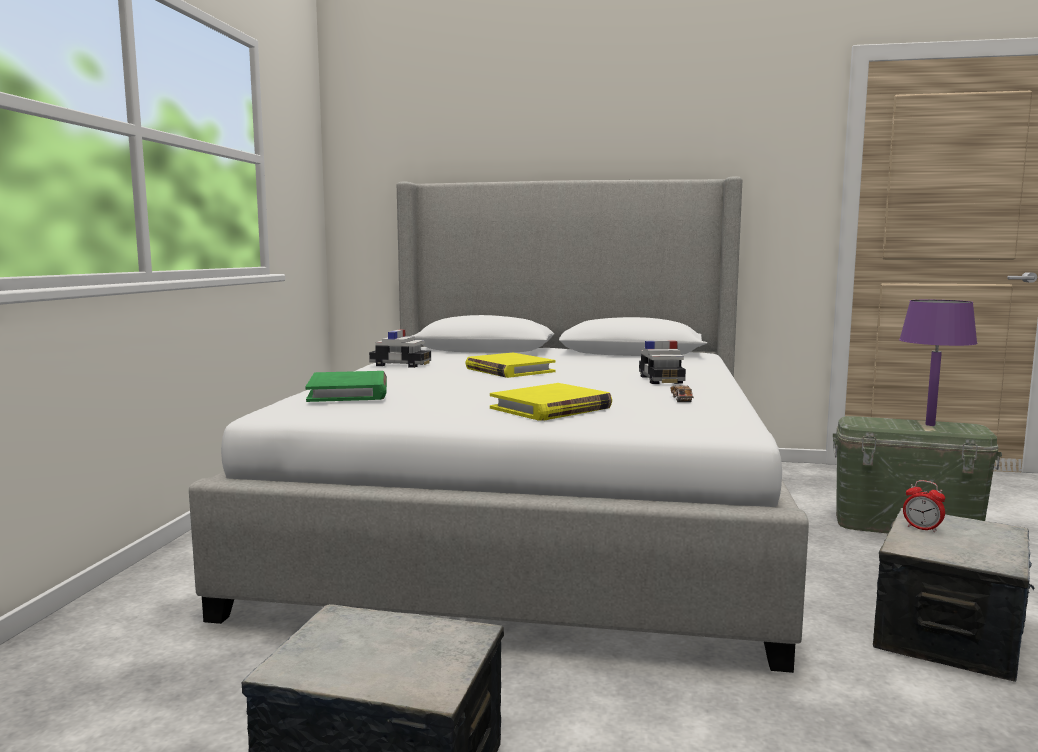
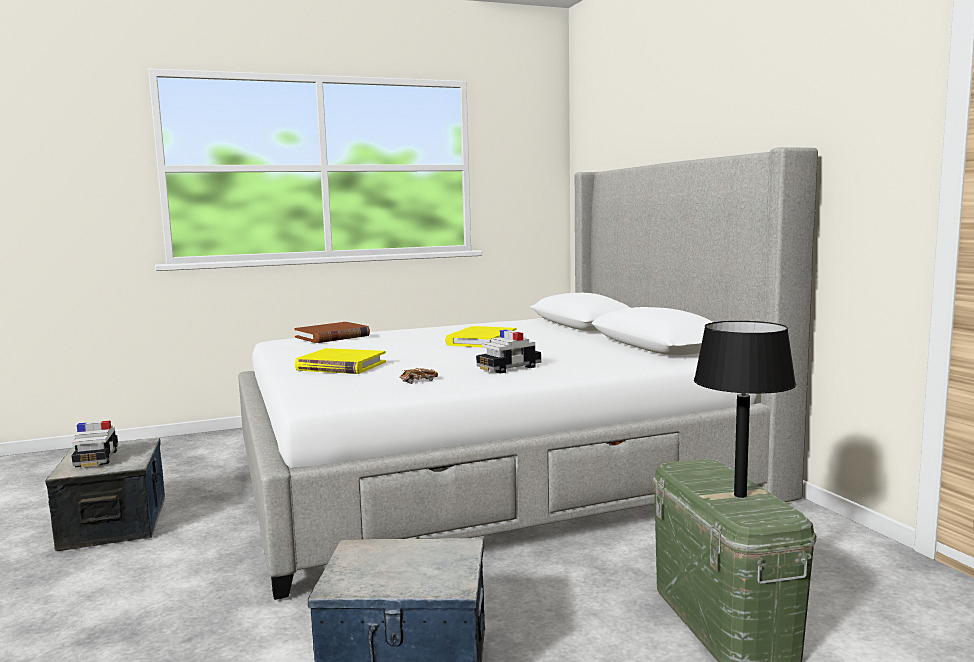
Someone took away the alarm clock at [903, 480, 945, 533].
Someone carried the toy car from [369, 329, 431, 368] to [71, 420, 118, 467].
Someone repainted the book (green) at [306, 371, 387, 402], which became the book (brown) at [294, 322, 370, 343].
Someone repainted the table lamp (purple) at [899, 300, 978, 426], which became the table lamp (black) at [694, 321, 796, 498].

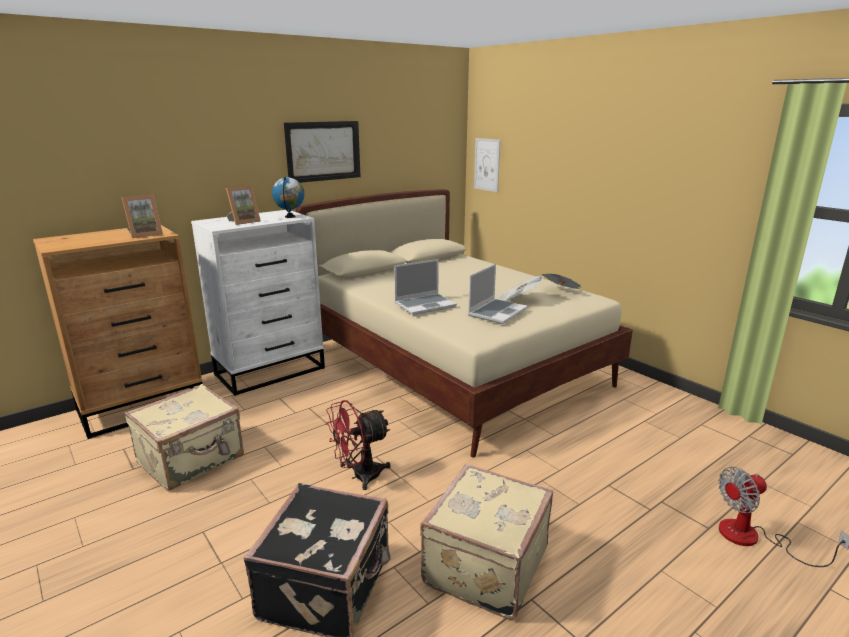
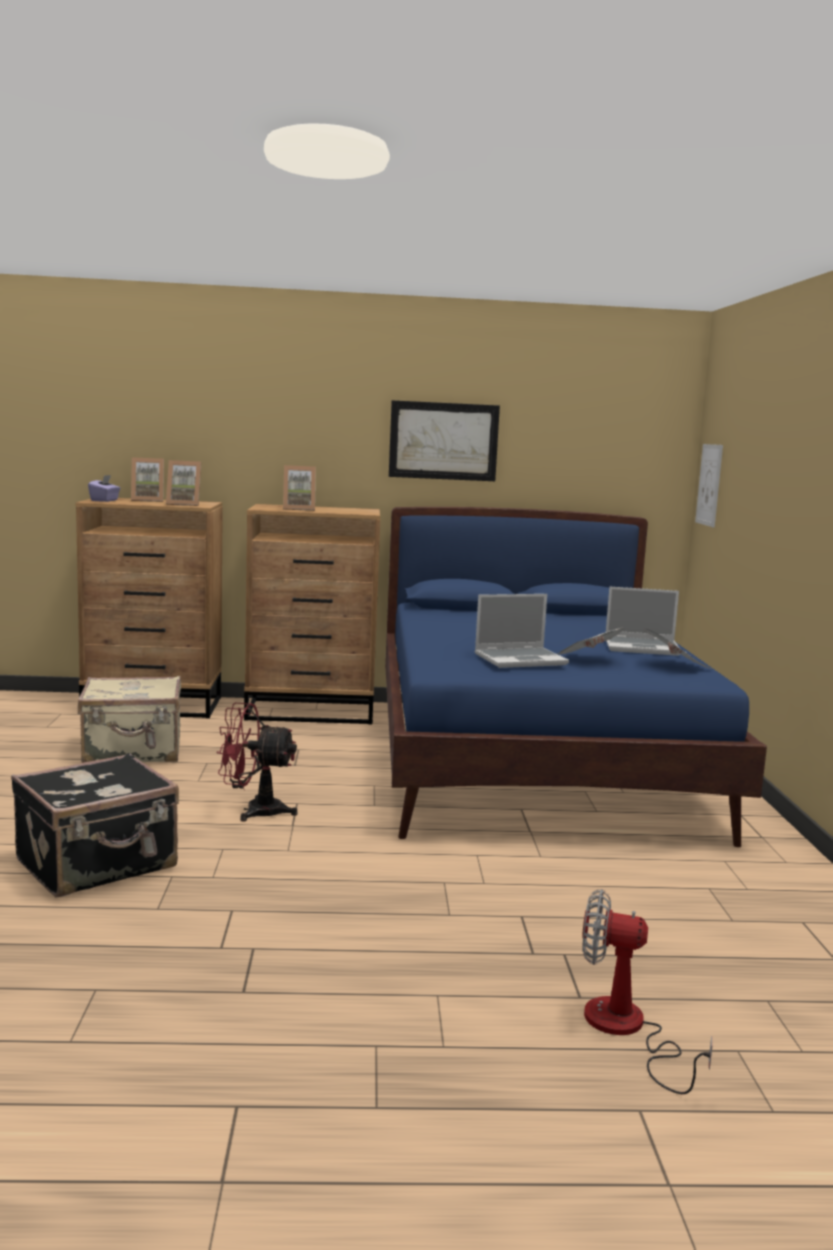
Someone took away the globe at [272, 177, 304, 218].
Someone took away the suitcase (beige) at [420, 464, 553, 620].
Someone put down the tissue box (purple) at [88, 475, 121, 502].
Someone put down the picture frame at [131, 457, 164, 502].
Someone carried the laptop from [394, 259, 457, 315] to [606, 587, 681, 656].
Someone repainted the dresser (white) at [191, 210, 325, 396], which became the dresser (brown) at [244, 504, 380, 724].
Someone repainted the bed (beige) at [296, 189, 633, 457], which became the bed (blue) at [385, 507, 767, 847].

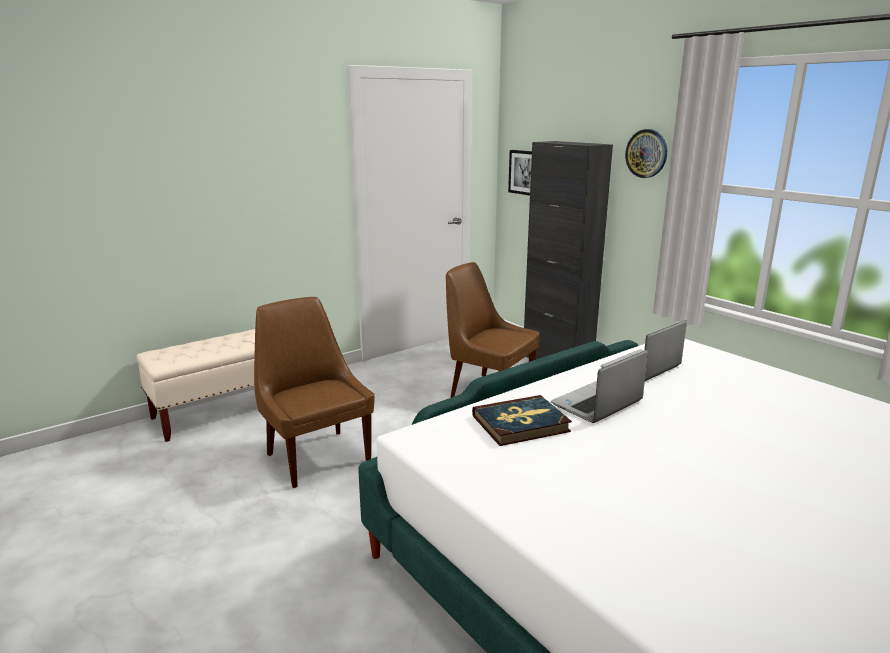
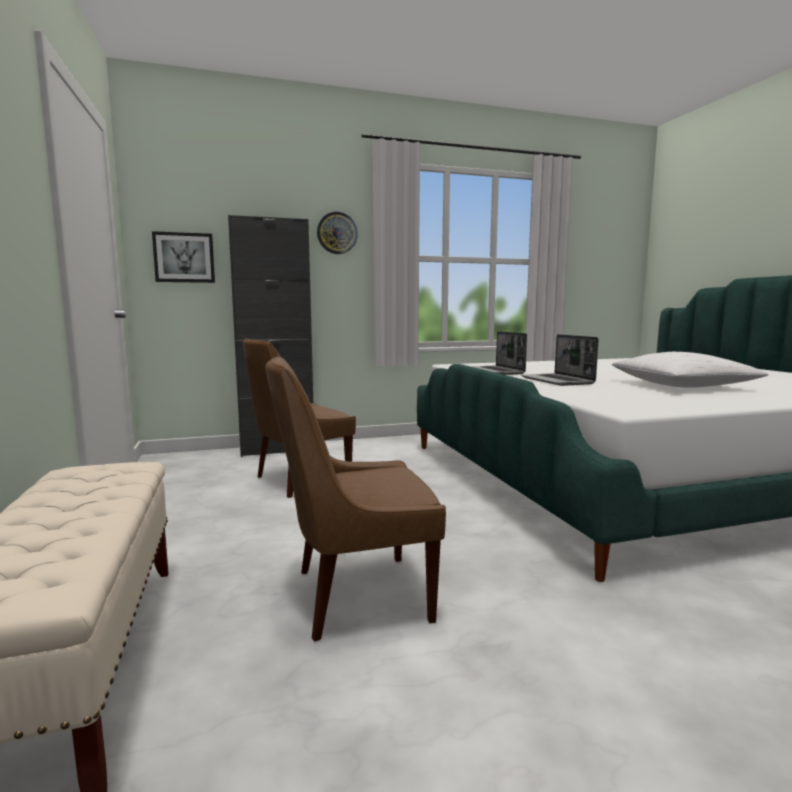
Someone took away the book at [472, 395, 572, 446].
Someone put down the pillow (white) at [612, 352, 769, 388].

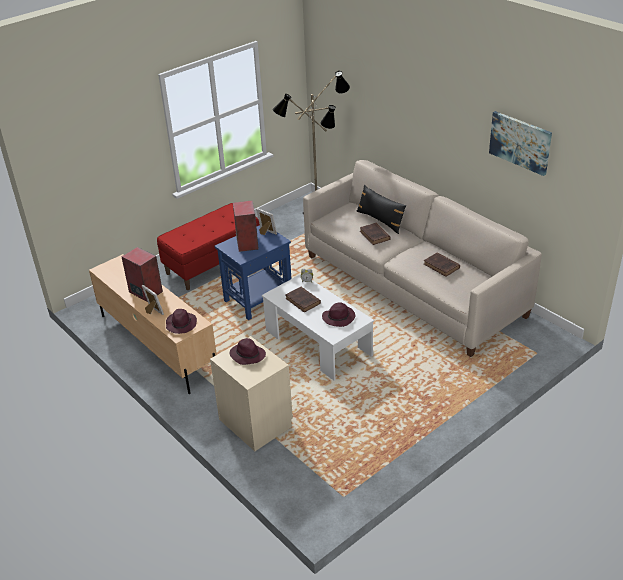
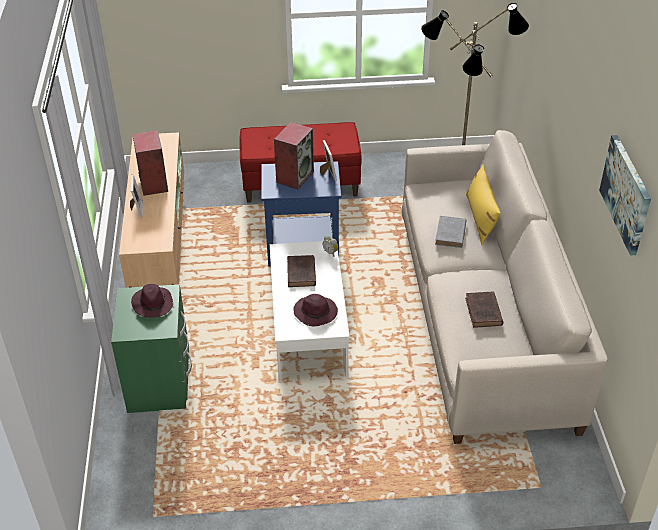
Someone took away the hat (purple) at [166, 309, 197, 334].
Someone repainted the nightstand (beige) at [210, 336, 293, 451], which became the nightstand (green) at [111, 284, 192, 413].
Someone repainted the pillow (black) at [356, 185, 406, 234], which became the pillow (yellow) at [466, 164, 501, 245].
Someone repainted the book (brown) at [360, 223, 391, 245], which became the book (grey) at [435, 216, 466, 248].

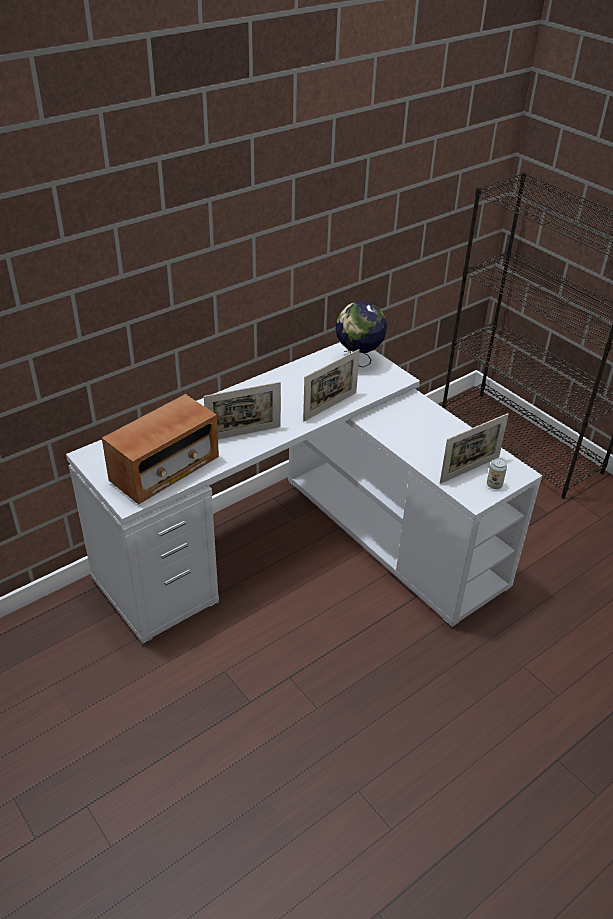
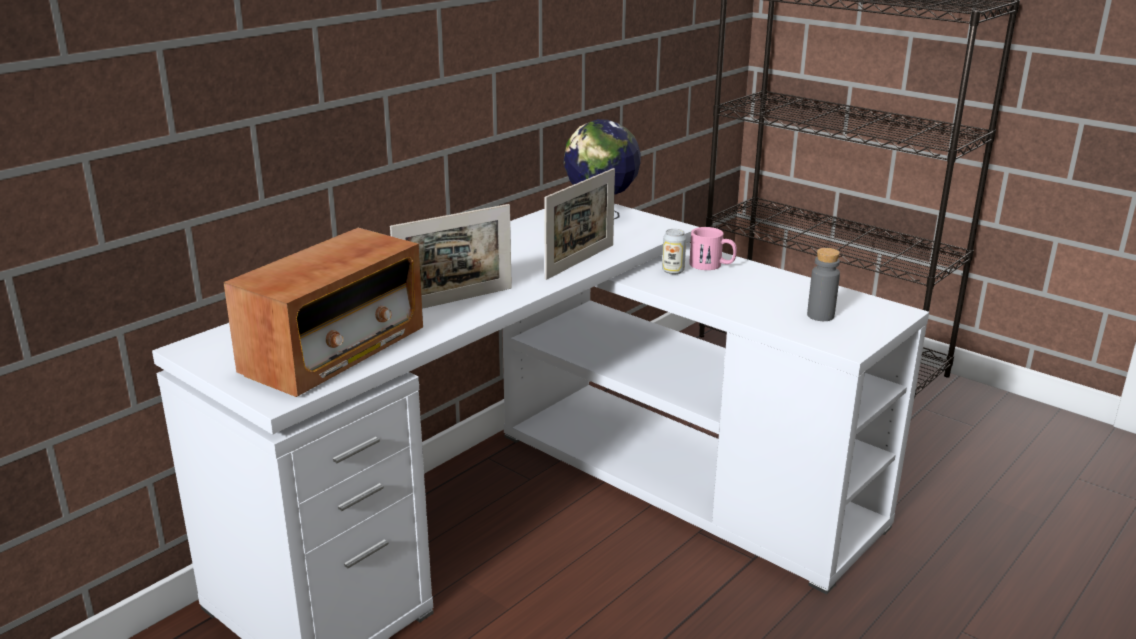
Someone put down the mug (pink) at [689, 227, 737, 270].
Someone carried the can from [487, 458, 507, 489] to [662, 229, 686, 274].
Someone swapped the picture frame at [440, 413, 509, 484] for the bottle (grey) at [807, 248, 840, 321].

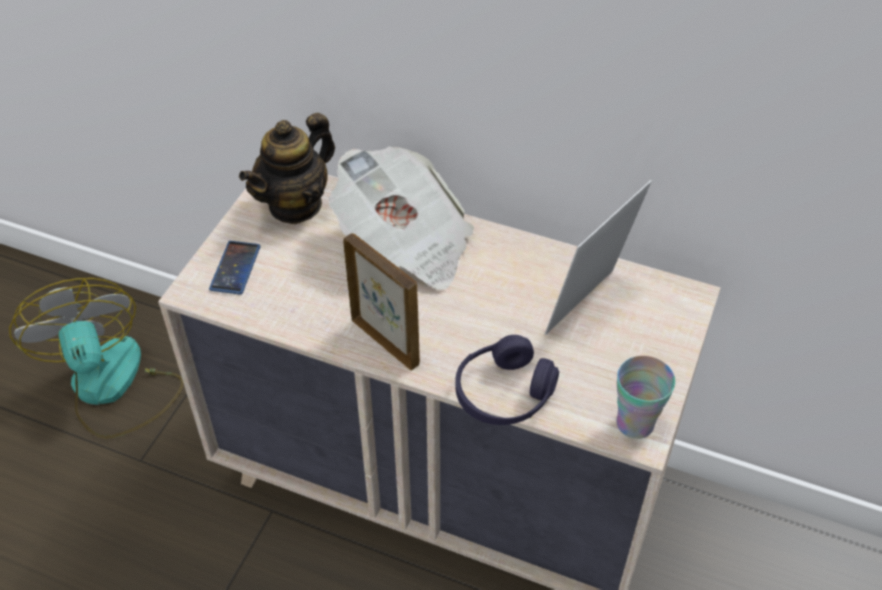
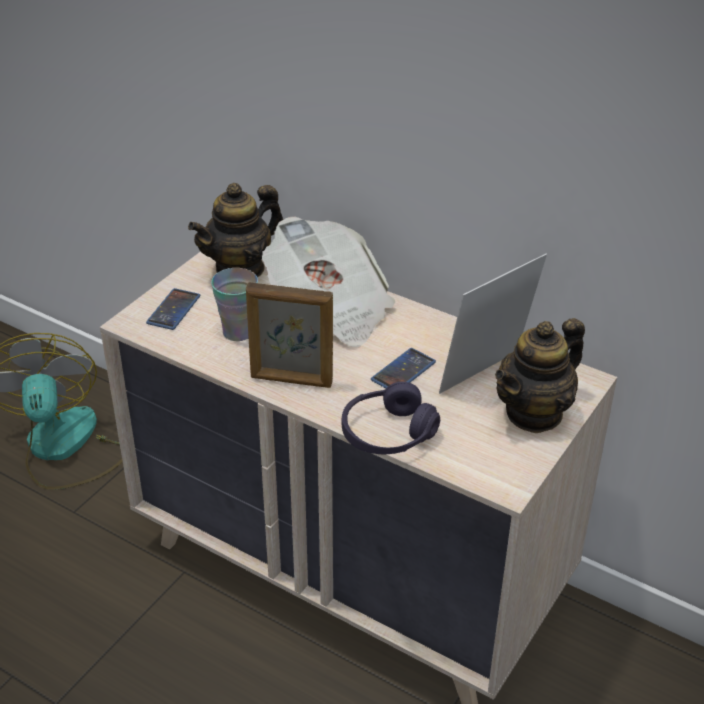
Someone put down the phone at [371, 348, 436, 388].
Someone put down the teapot at [495, 318, 585, 433].
Someone carried the cup from [617, 355, 675, 439] to [211, 268, 258, 341].
Someone rotated the picture frame at [343, 233, 420, 371] by 135 degrees clockwise.

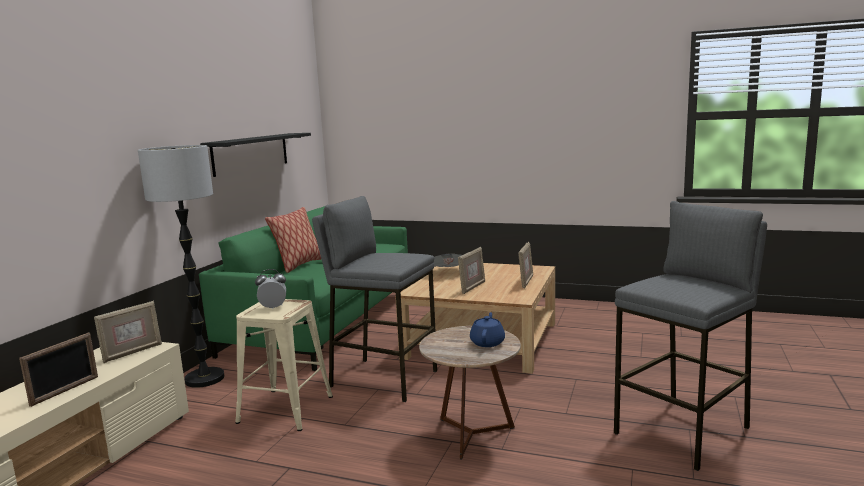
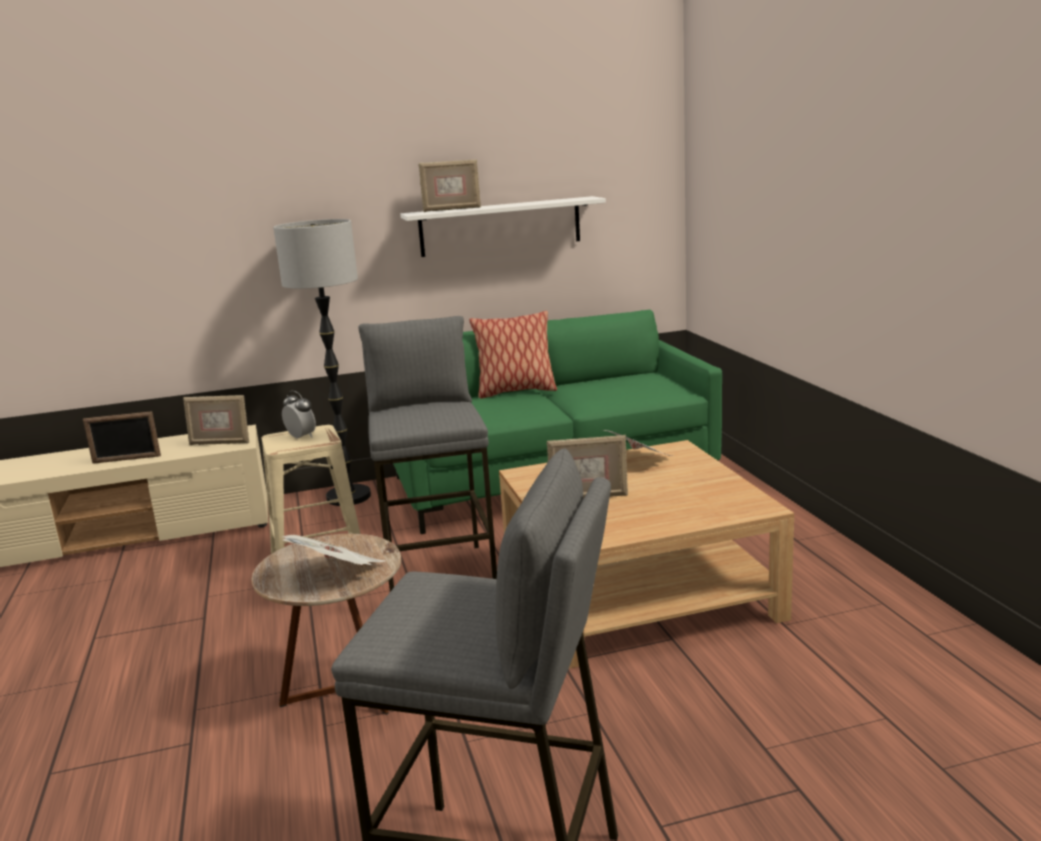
Someone carried the picture frame from [518, 242, 533, 289] to [418, 159, 481, 212].
Someone swapped the teapot (blue) at [470, 312, 505, 347] for the newspaper at [282, 535, 385, 565].
Someone repainted the shelf (black) at [200, 133, 311, 177], which became the shelf (white) at [400, 196, 606, 257].

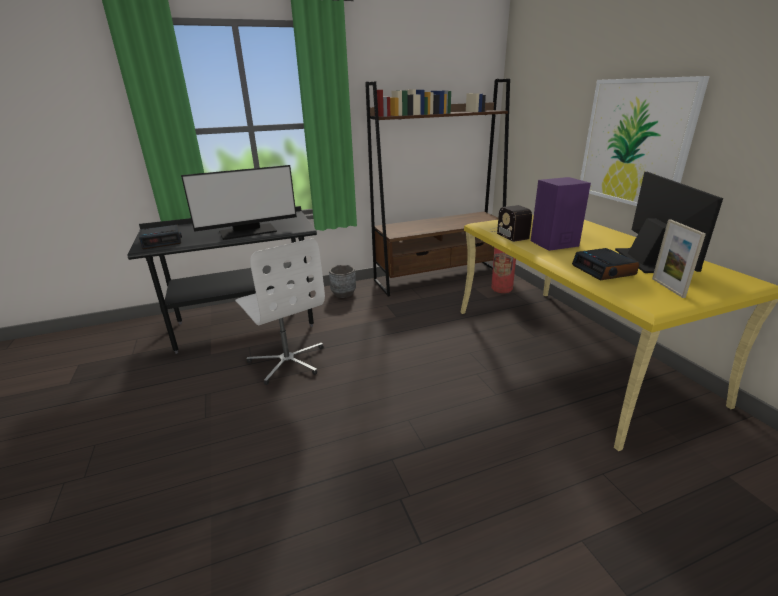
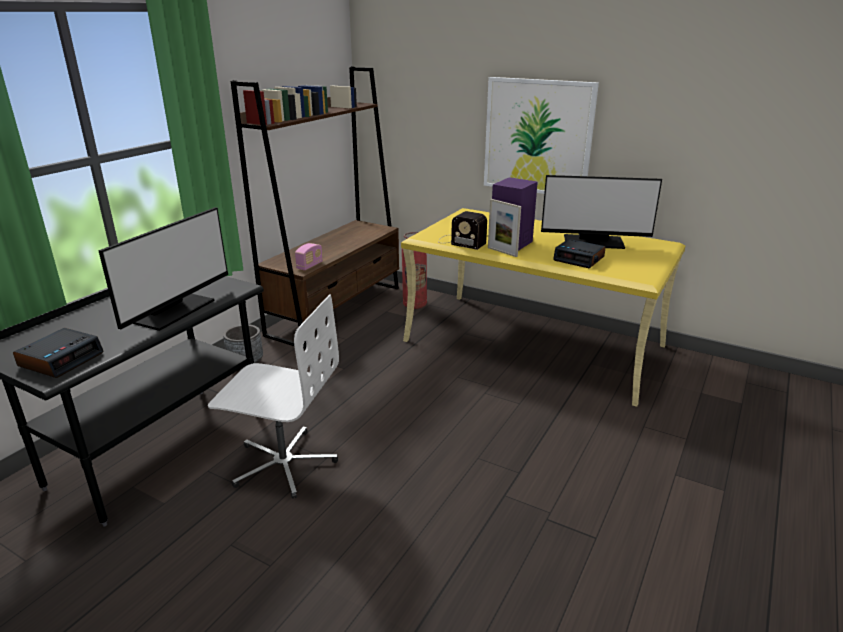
Someone put down the radio at [295, 243, 323, 270].
Someone carried the picture frame from [652, 220, 706, 298] to [488, 199, 521, 257].
Someone rotated the monitor at [615, 172, 723, 273] by 135 degrees clockwise.

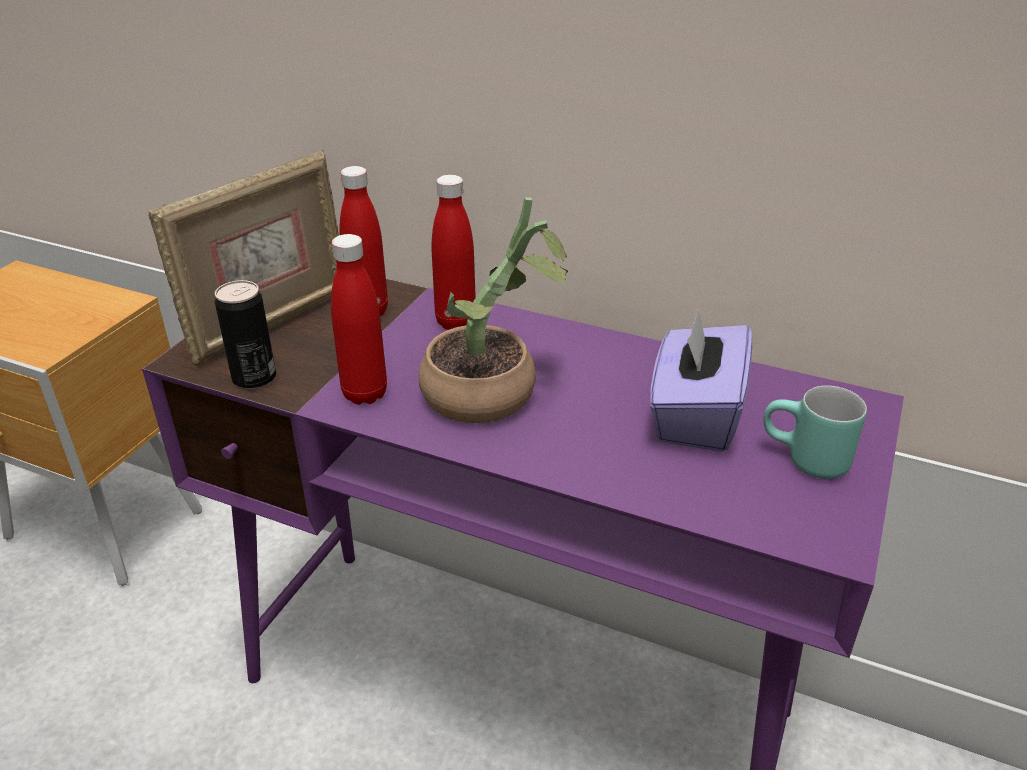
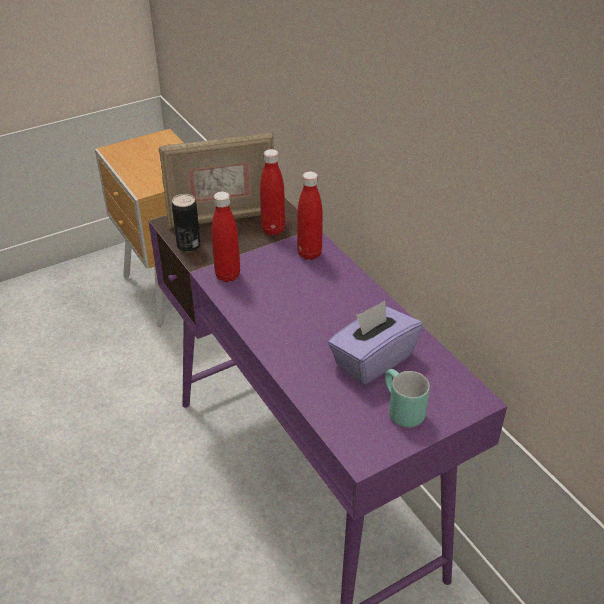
Someone took away the potted plant at [418, 197, 568, 423].

